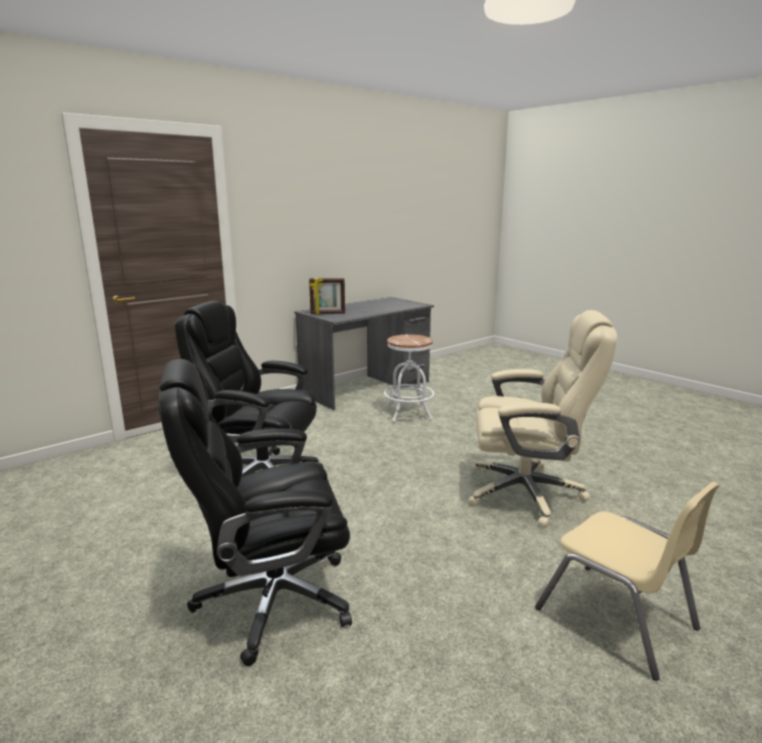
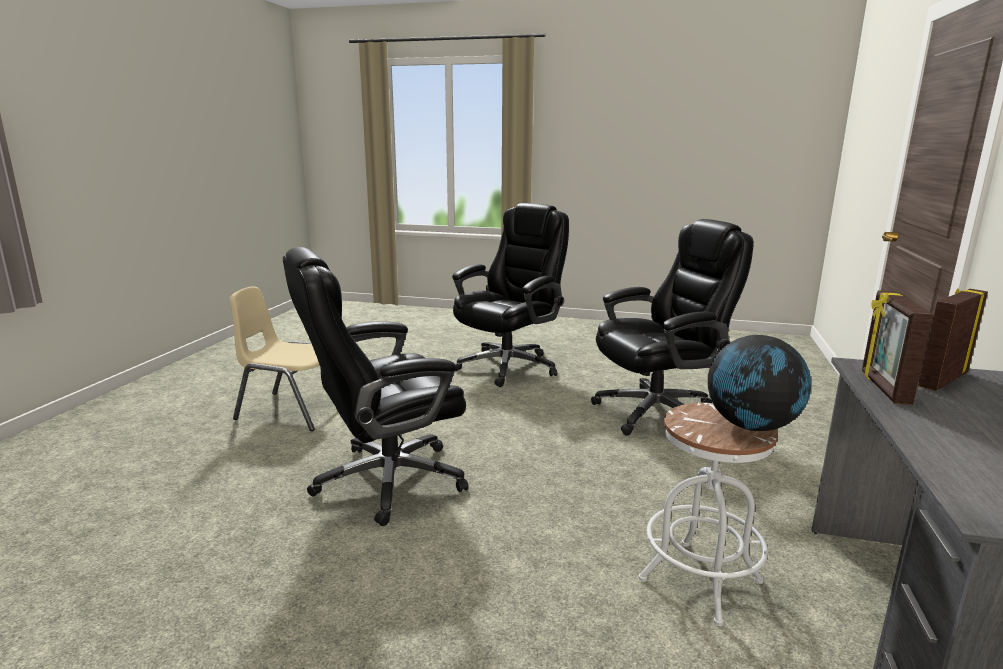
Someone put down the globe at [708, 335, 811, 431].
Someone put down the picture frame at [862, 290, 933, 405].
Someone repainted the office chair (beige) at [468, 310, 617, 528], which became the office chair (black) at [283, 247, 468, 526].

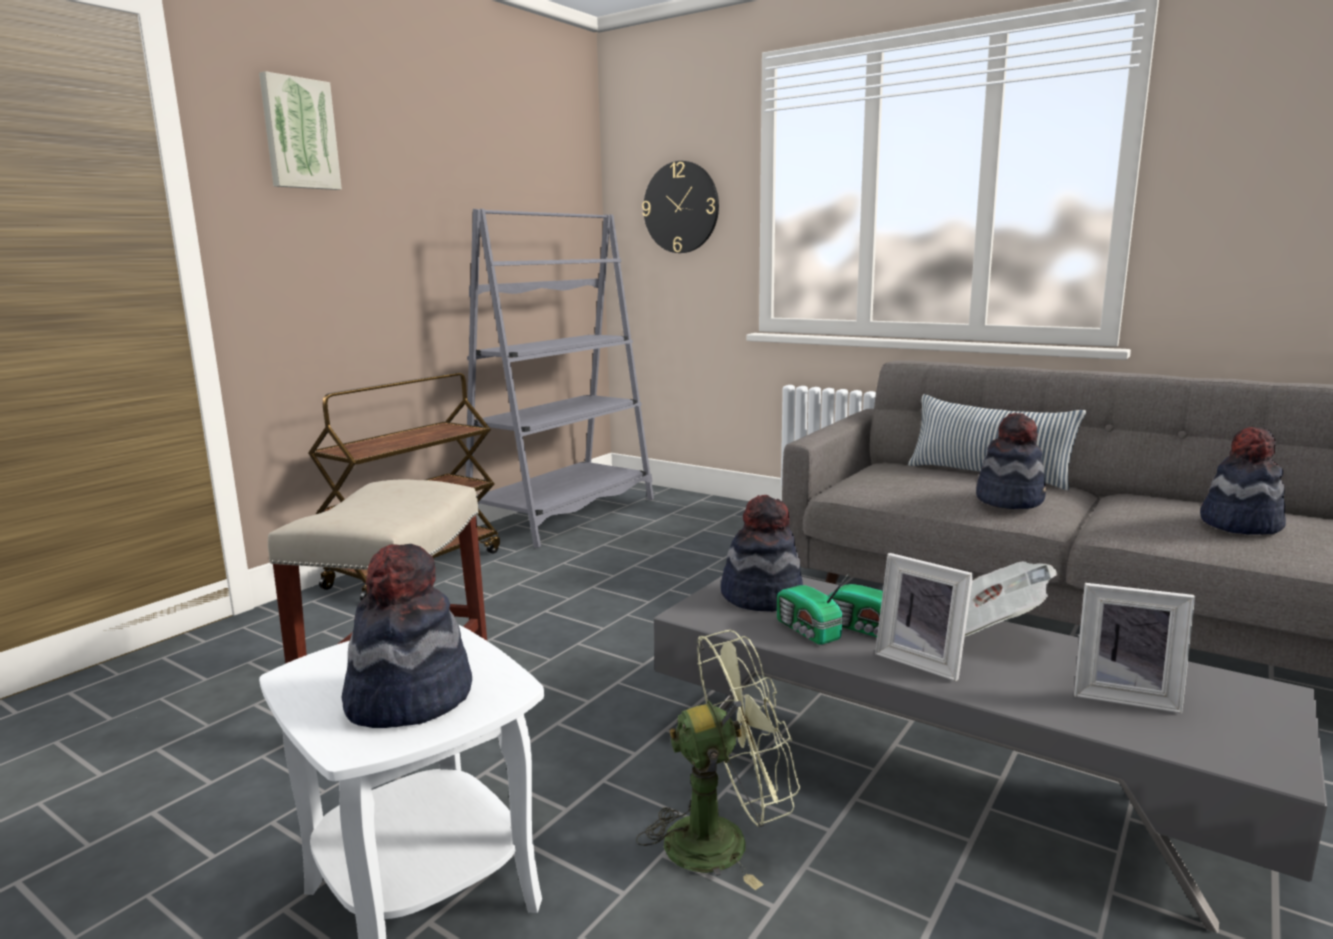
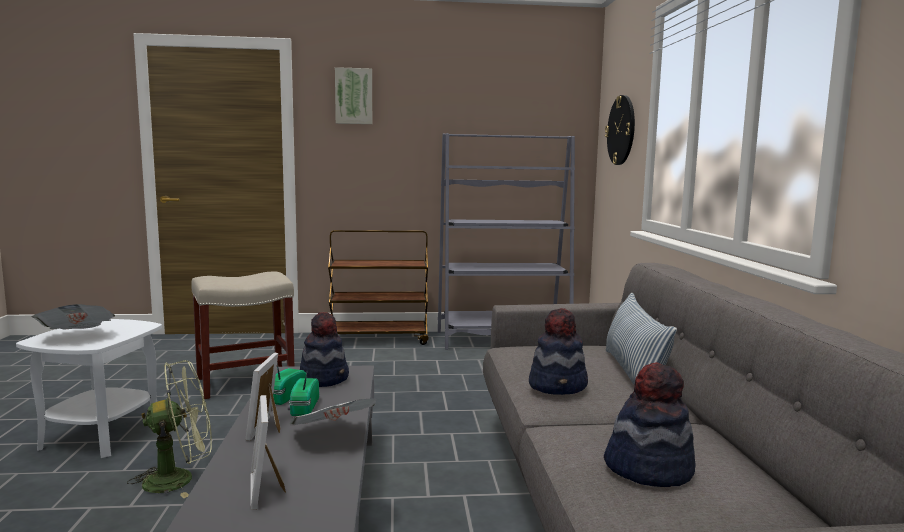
Someone swapped the hat at [342, 544, 472, 728] for the newspaper at [32, 304, 115, 329].
Someone rotated the fan (green) at [636, 630, 800, 890] by 60 degrees counterclockwise.

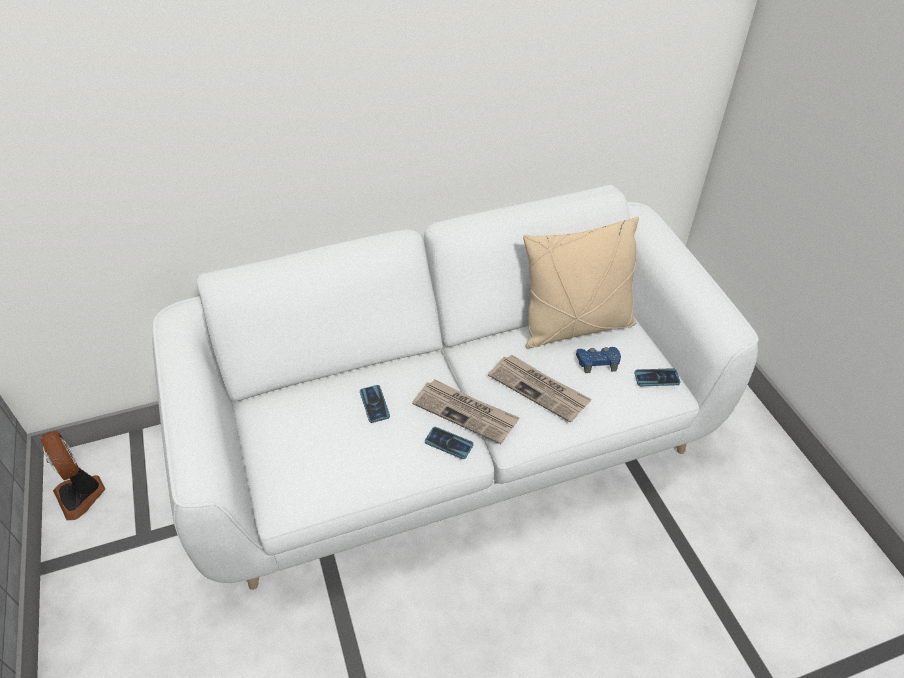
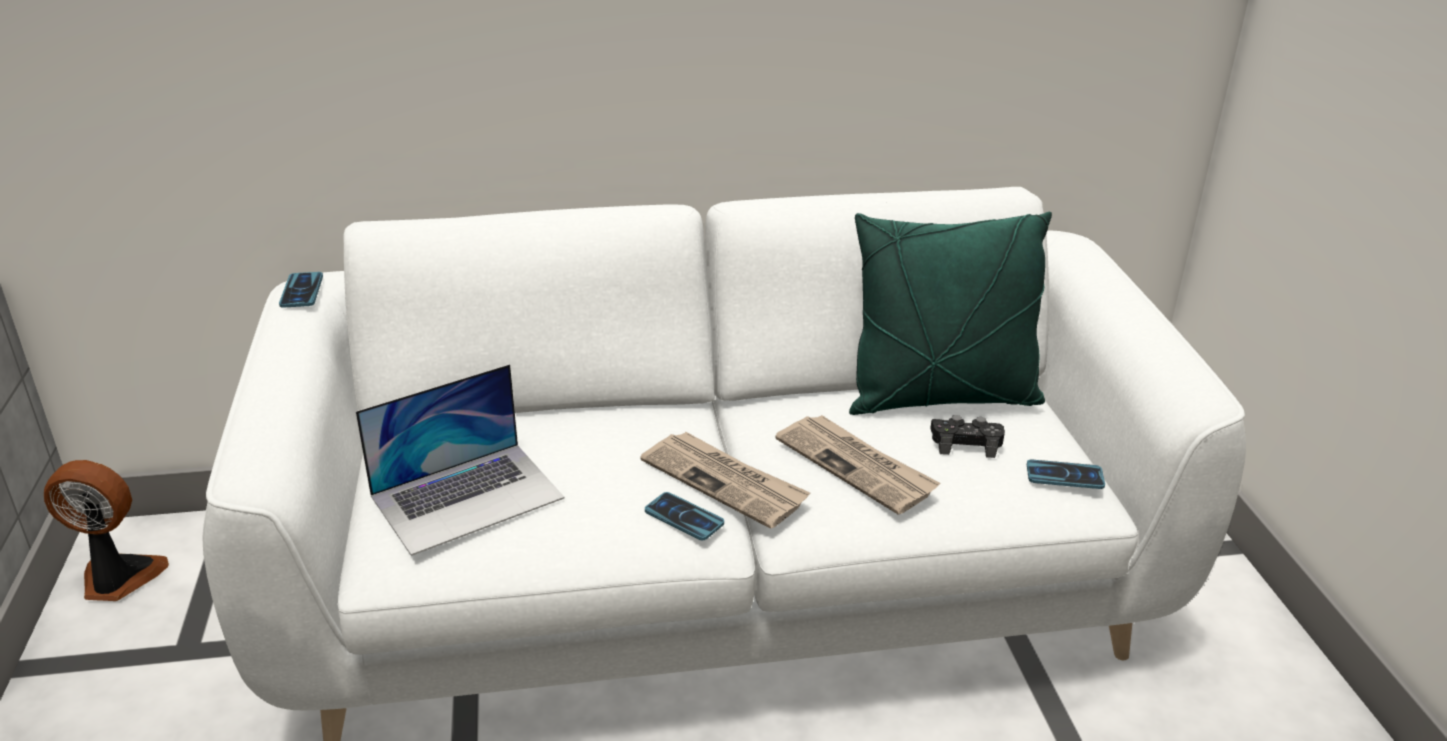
Someone put down the laptop at [356, 364, 565, 556].
Someone carried the phone from [360, 385, 390, 423] to [279, 272, 323, 308].
Someone repainted the pillow (beige) at [523, 217, 639, 349], which became the pillow (green) at [849, 212, 1052, 415].
Someone repainted the game controller (blue) at [576, 347, 621, 373], which became the game controller (black) at [930, 415, 1005, 458].
Someone rotated the fan at [40, 431, 105, 520] by 120 degrees clockwise.

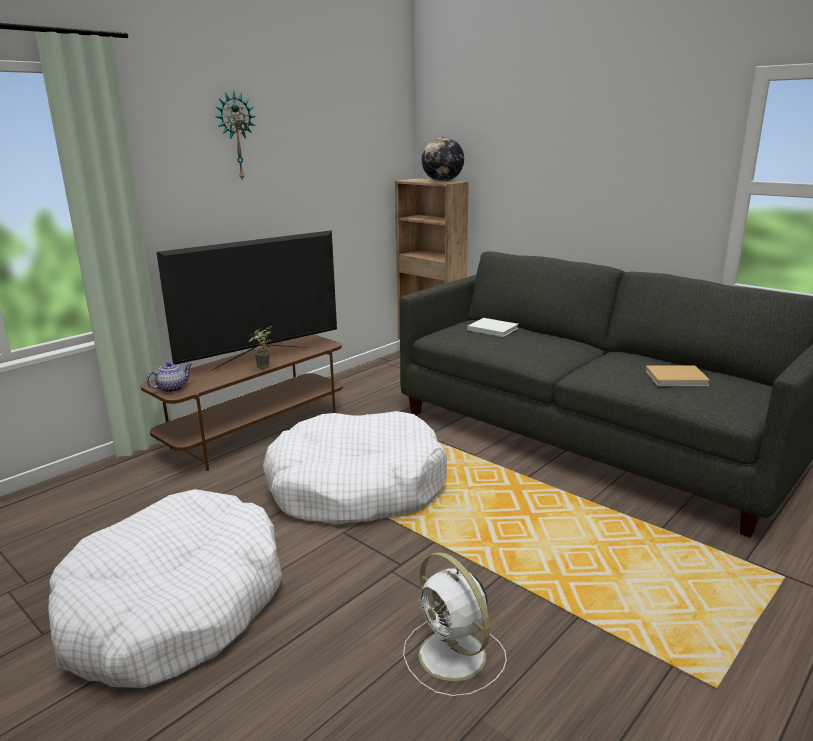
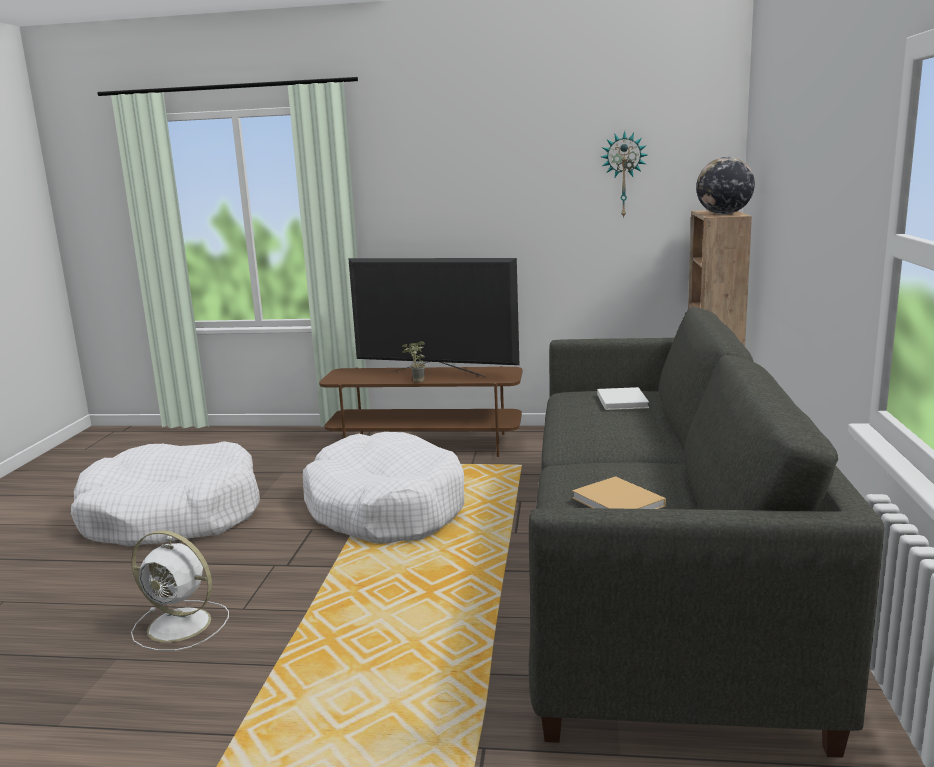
Someone took away the teapot at [146, 362, 192, 393].
Someone carried the wall clock from [216, 90, 256, 181] to [601, 131, 647, 219].
Someone rotated the fan (white) at [403, 552, 507, 697] by 90 degrees counterclockwise.

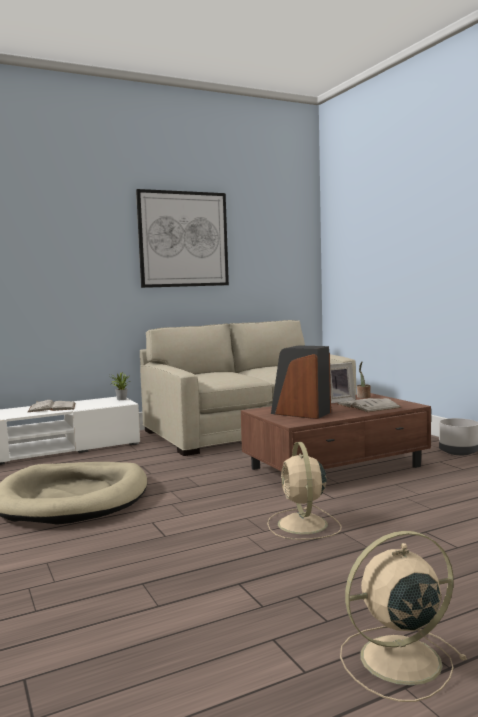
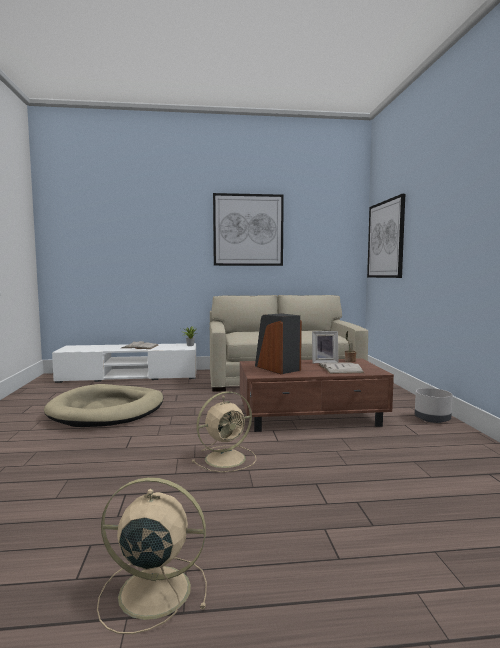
Someone put up the picture at [367, 194, 405, 278].
Someone rotated the fan (beige) at [267, 442, 341, 540] by 135 degrees counterclockwise.

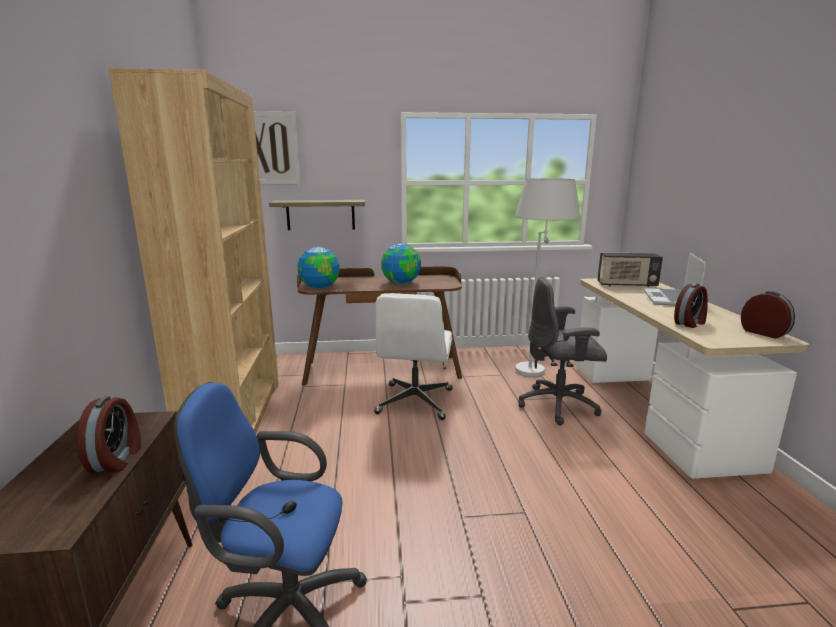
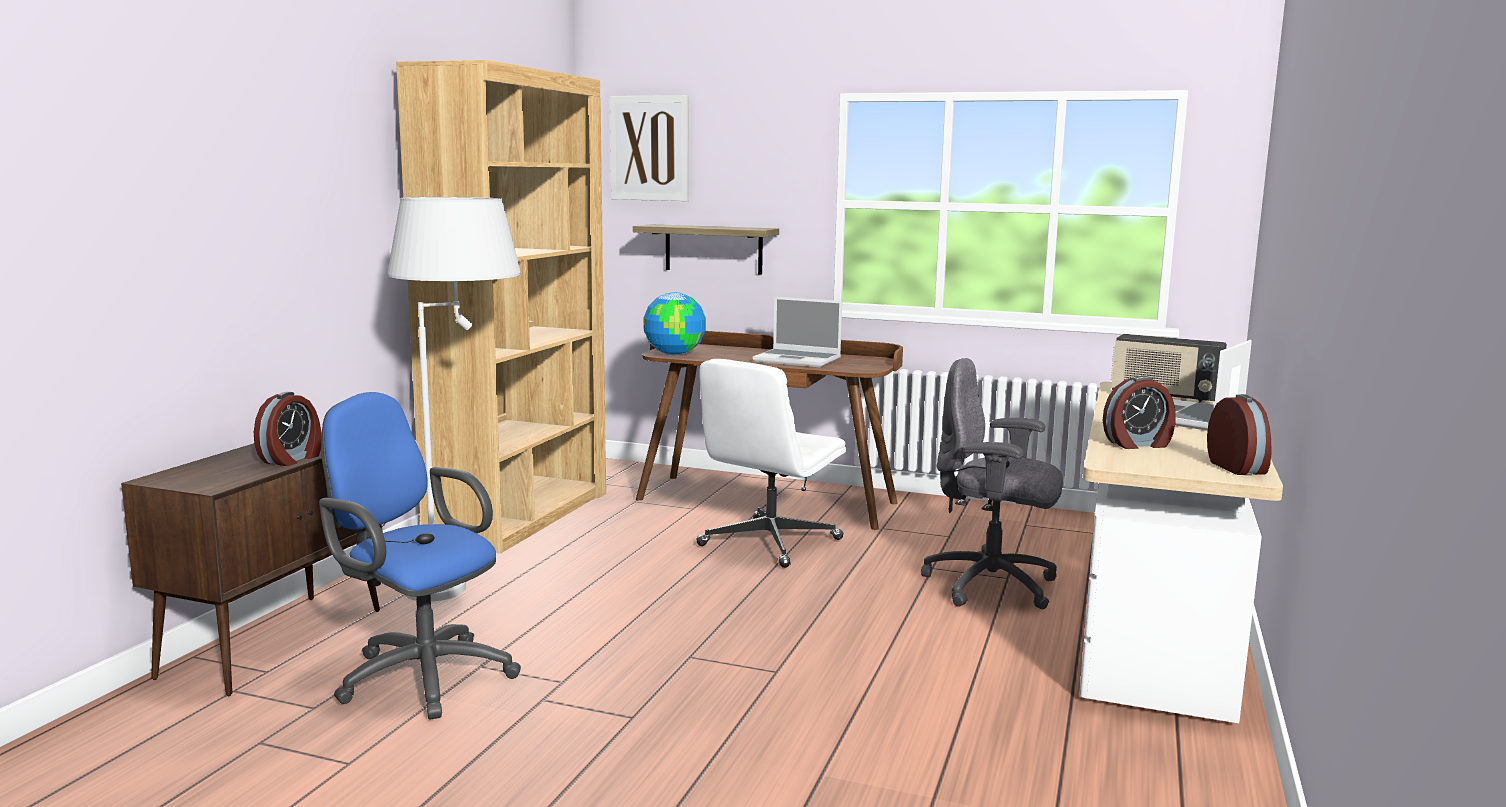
Someone carried the floor lamp (white) from [515, 178, 580, 377] to [387, 197, 521, 602].
Someone swapped the globe at [381, 244, 421, 284] for the laptop at [753, 297, 842, 367].

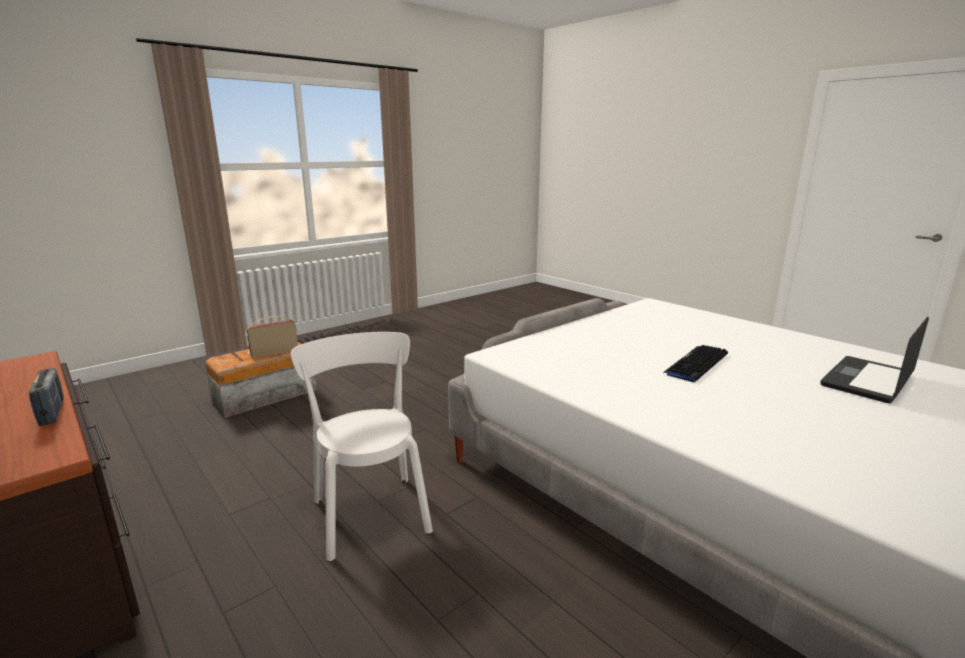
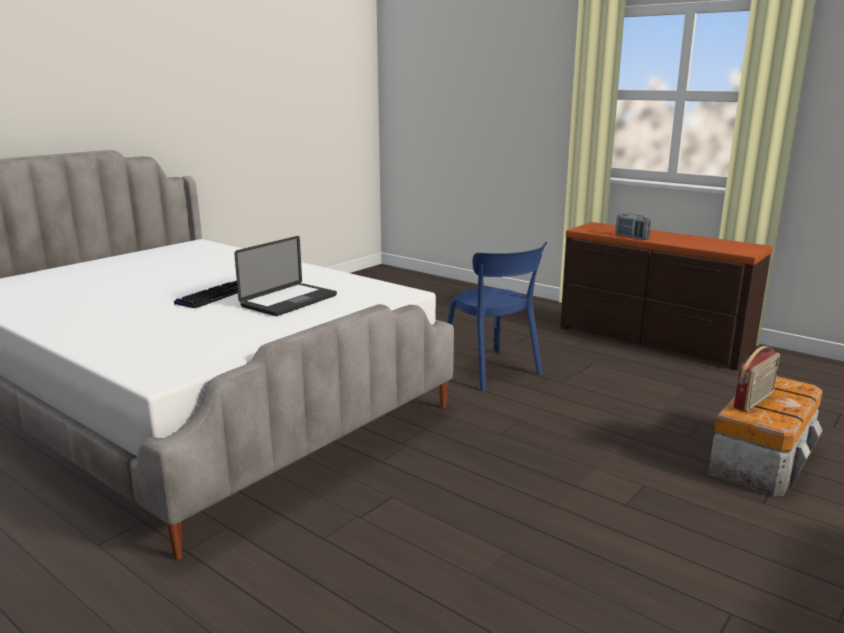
Someone carried the laptop from [820, 316, 929, 403] to [234, 236, 337, 316].
Someone repainted the chair (white) at [291, 332, 433, 561], which became the chair (blue) at [447, 242, 547, 391].

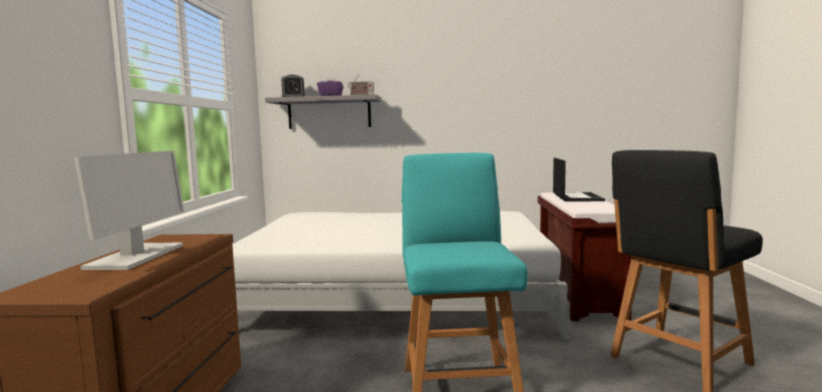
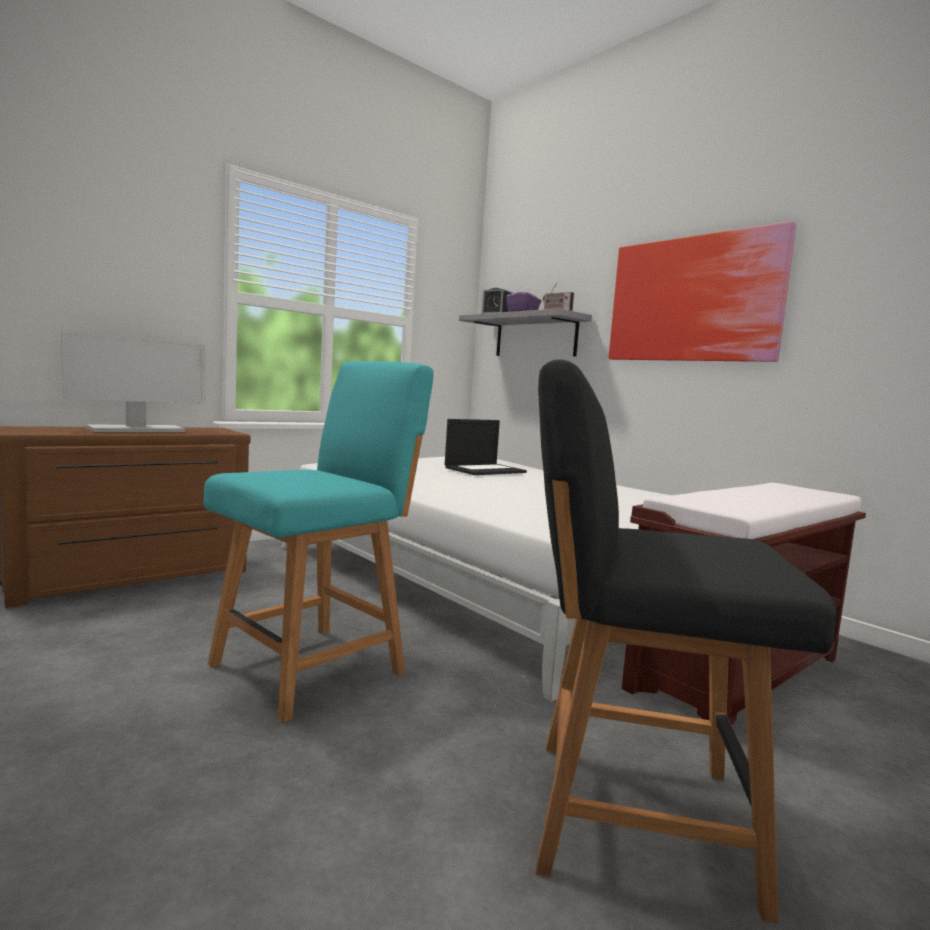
Someone put up the picture at [609, 221, 796, 362].
Someone carried the laptop from [553, 158, 605, 202] to [445, 419, 527, 475].

